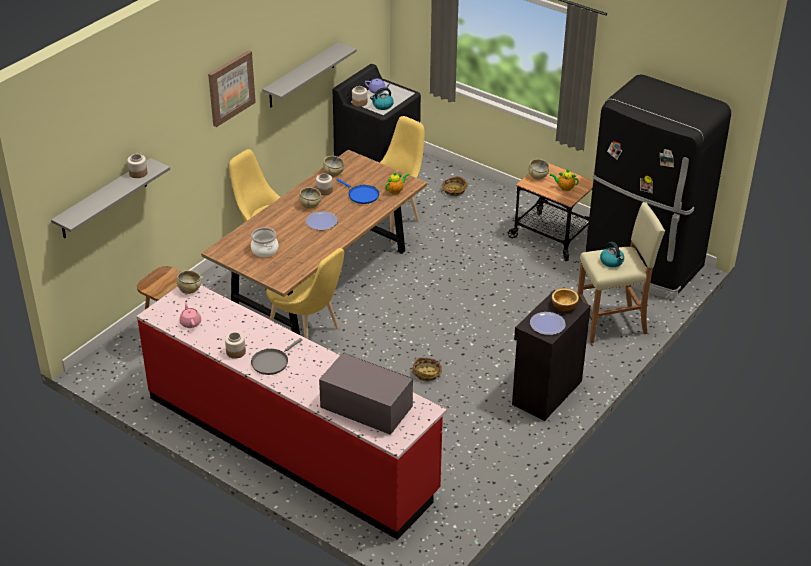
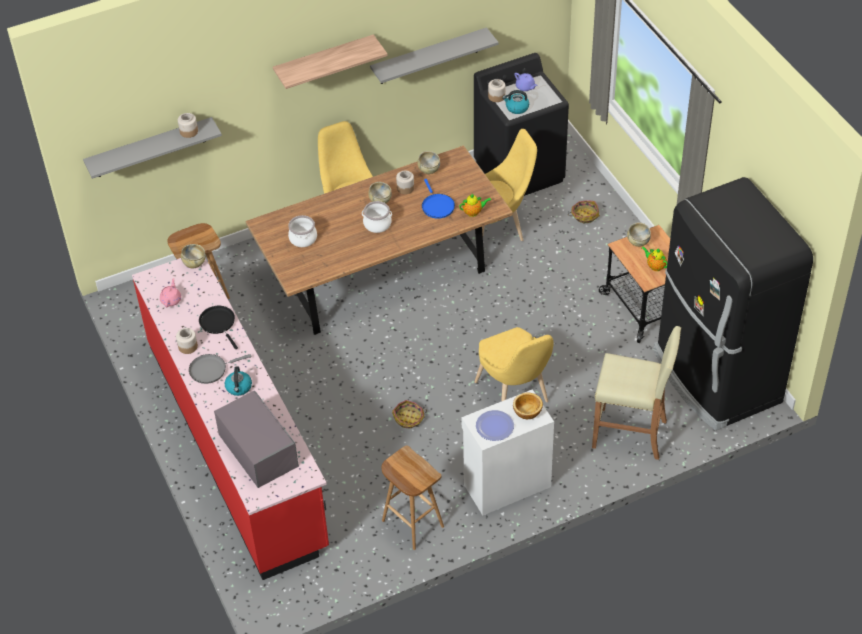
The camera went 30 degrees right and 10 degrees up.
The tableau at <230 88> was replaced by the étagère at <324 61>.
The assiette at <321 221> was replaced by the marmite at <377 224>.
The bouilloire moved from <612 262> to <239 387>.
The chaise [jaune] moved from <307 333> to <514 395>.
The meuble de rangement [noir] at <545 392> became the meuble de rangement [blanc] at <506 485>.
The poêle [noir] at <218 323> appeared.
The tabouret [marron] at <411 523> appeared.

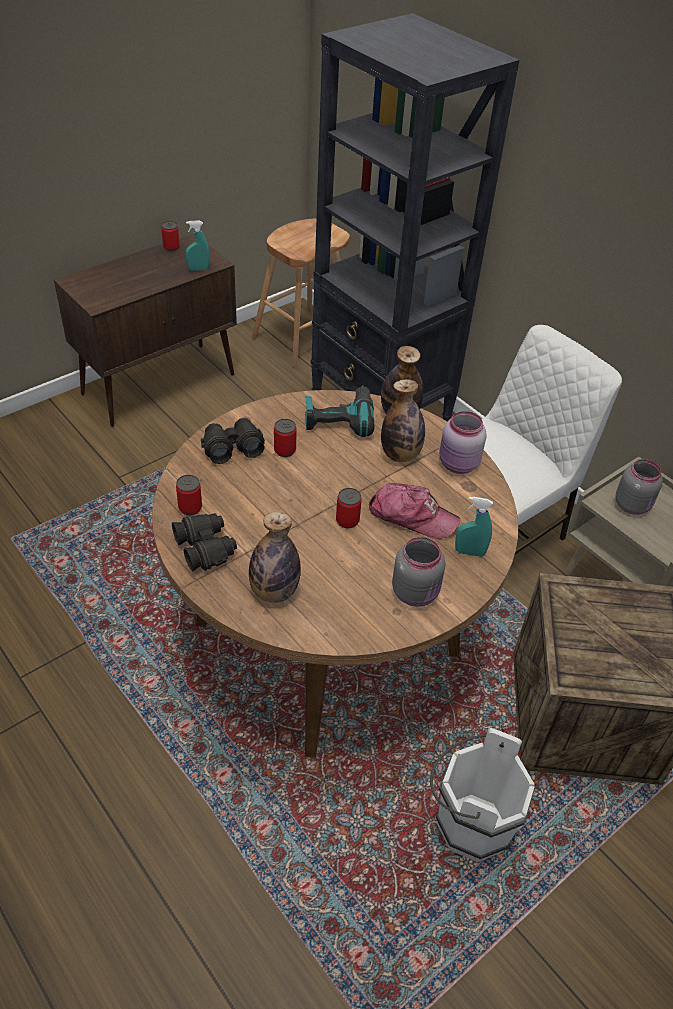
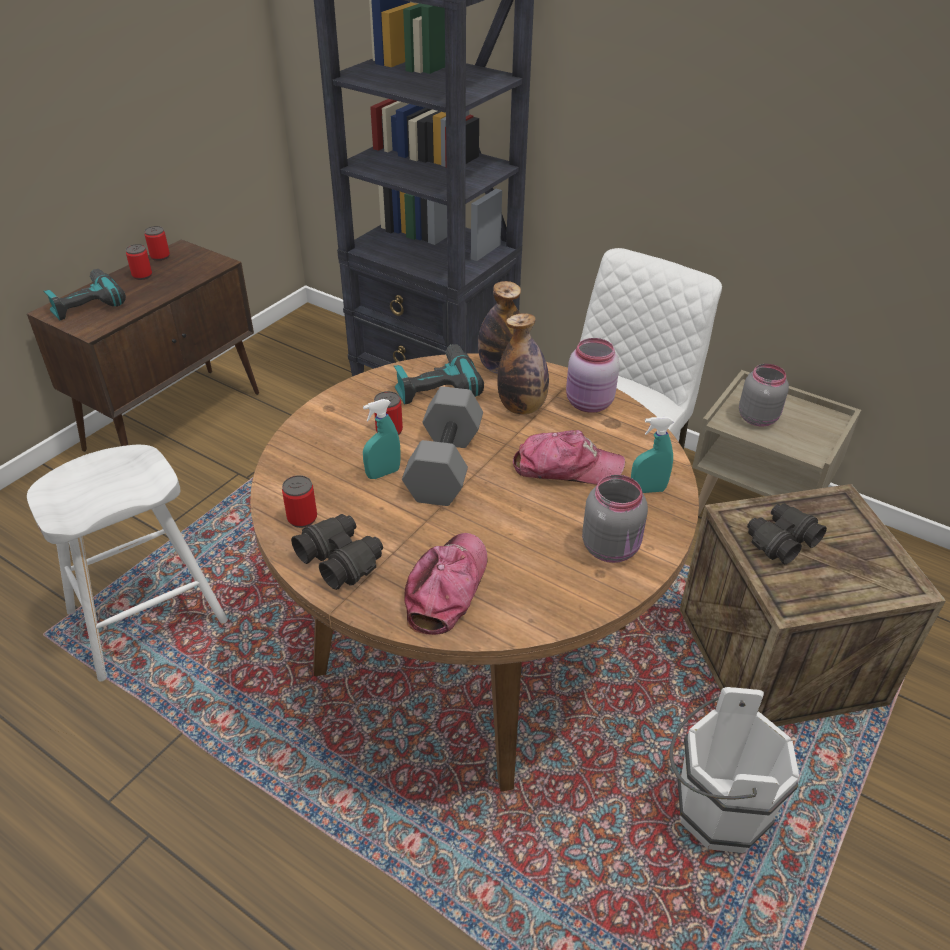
The camera went 15 degrees left and 5 degrees down.
The tabouret [marron] at <302 337> disappeared.
The vaporisateur [turquoise] moved from <198 269> to <383 473>.
The jumelles [noir] moved from <232 447> to <780 541>.
The boîte métallique moved from <347 520> to <142 275>.
The bouteille at <274 592> was replaced by the casquette at <447 588>.
The perceuse at <86 303> appeared.
The haltère [gris] at <443 464> appeared.
The tabouret [blanc] at <147 617> appeared.

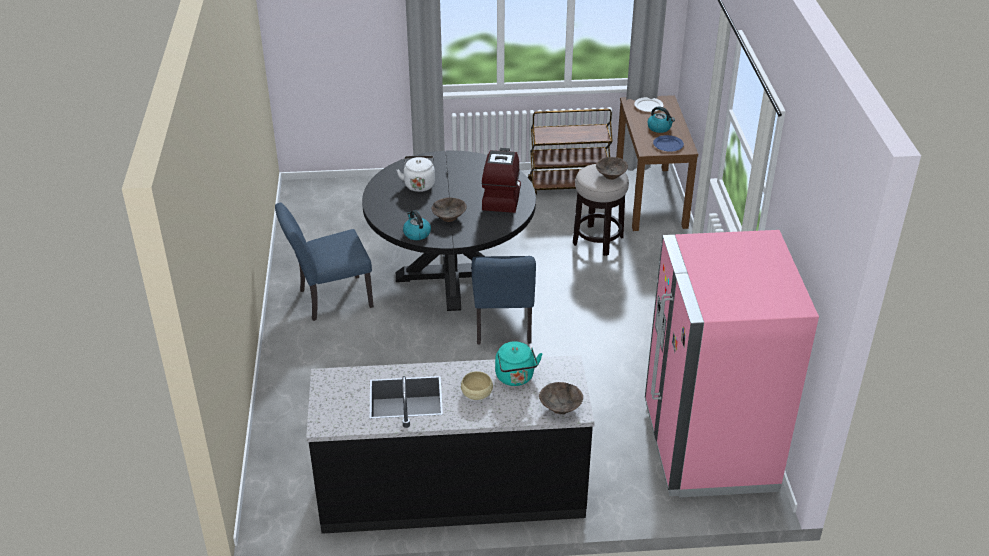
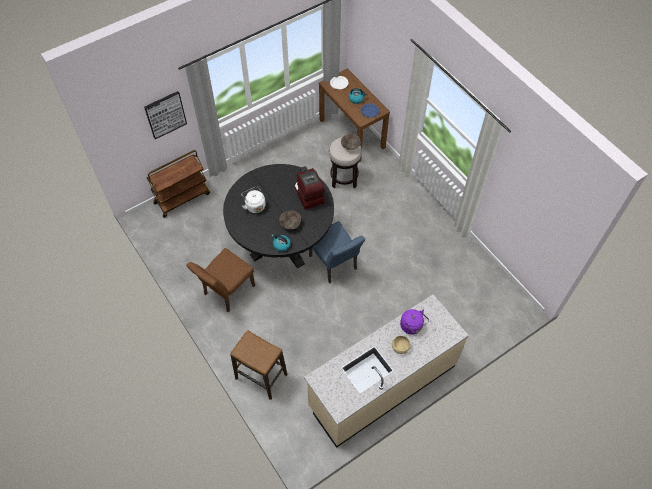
The camera went 30 degrees left and 20 degrees up.
The chariot [marron] moved from <568 187> to <182 198>.
The chaise [bleu] at <329 299> became the chaise [marron] at <226 292>.
The réfrigérateur [rose] at <708 447> disappeared.
The bouilloire [turquoise] at <515 378> became the bouilloire [violet] at <412 326>.
The comptoir de cuisine [noir] at <452 491> became the comptoir de cuisine [beige] at <382 385>.
The bol [marron] at <561 407> disappeared.
The tableau at <165 114> appeared.
The tabouret at <261 377> appeared.

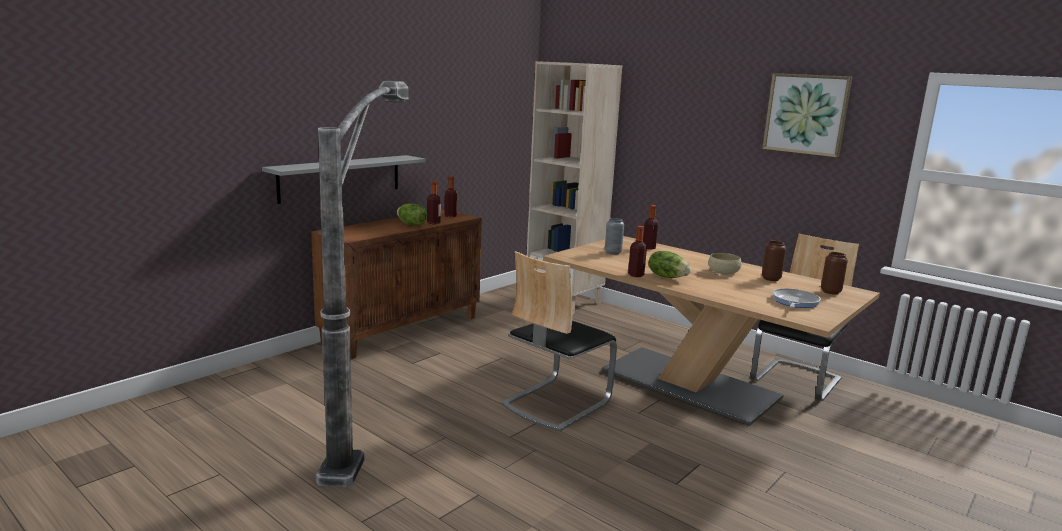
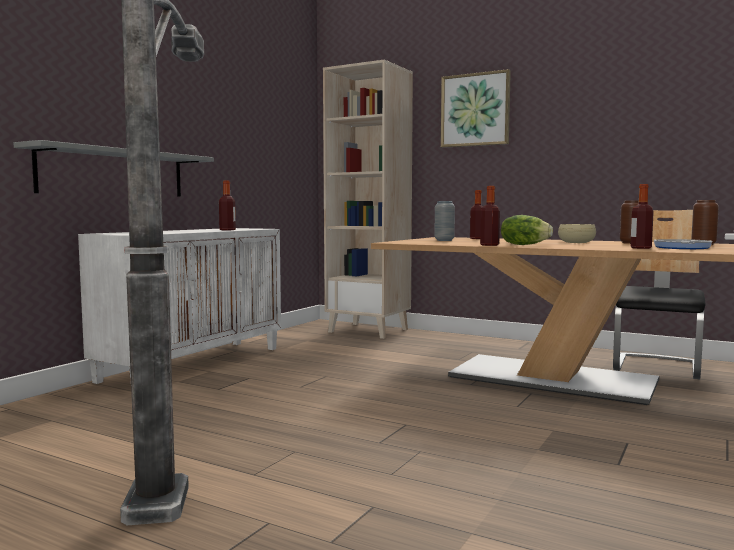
The camera went 10 degrees left and 10 degrees down.
The tableau moved from <806 114> to <475 110>.
The bouteille moved from <450 216> to <641 248>.
The laitue at <411 225> disappeared.
The meuble de rangement [marron] at <402 330> became the meuble de rangement [blanc] at <194 363>.
The chaise at <555 402> disappeared.

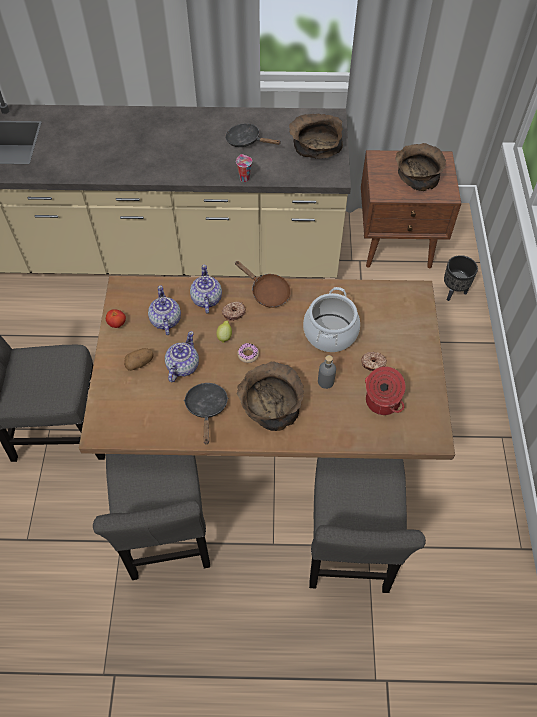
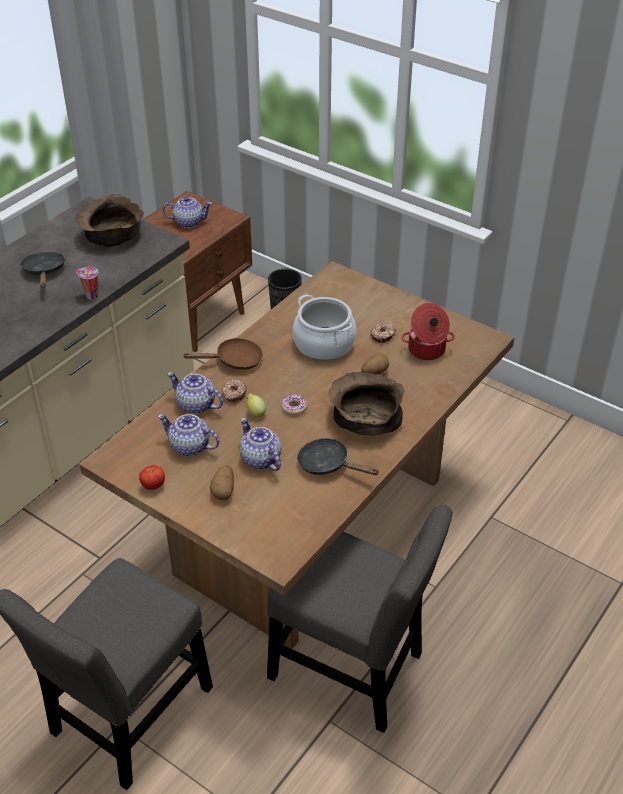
The camera went 55 degrees left and 15 degrees down.
The poêle [noir] at <246 141> turned 105 degrees clockwise.
The bol [marron] at <417 175> was replaced by the théière at <188 222>.
The bouteille [gris] at <325 381> was replaced by the pomme de terre at <374 372>.
The chaise [gris] at <349 547> disappeared.

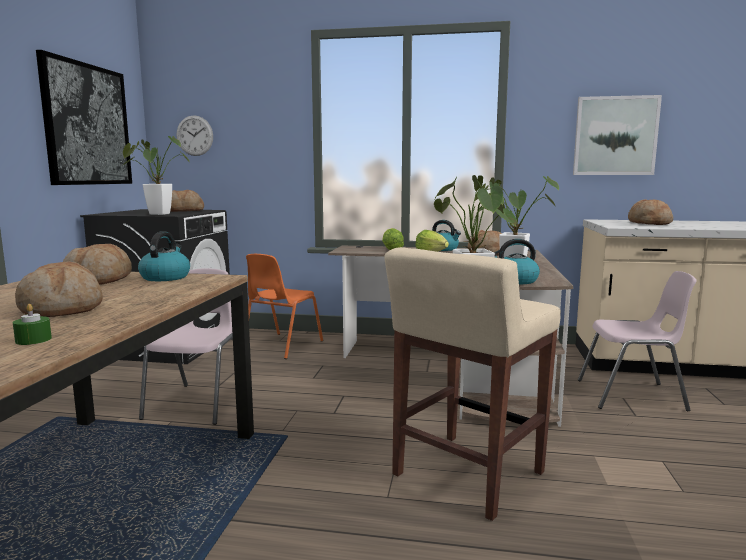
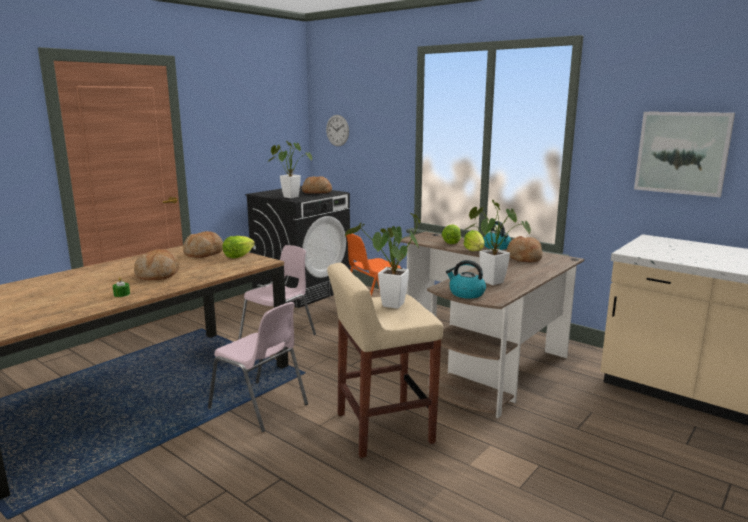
The camera went 30 degrees right and 5 degrees up.
The tableau at <87 125> disappeared.
The pain at <649 223> disappeared.
The bouilloire at <165 277> was replaced by the laitue at <238 256>.
The chaise [rose] moved from <632 395> to <259 407>.

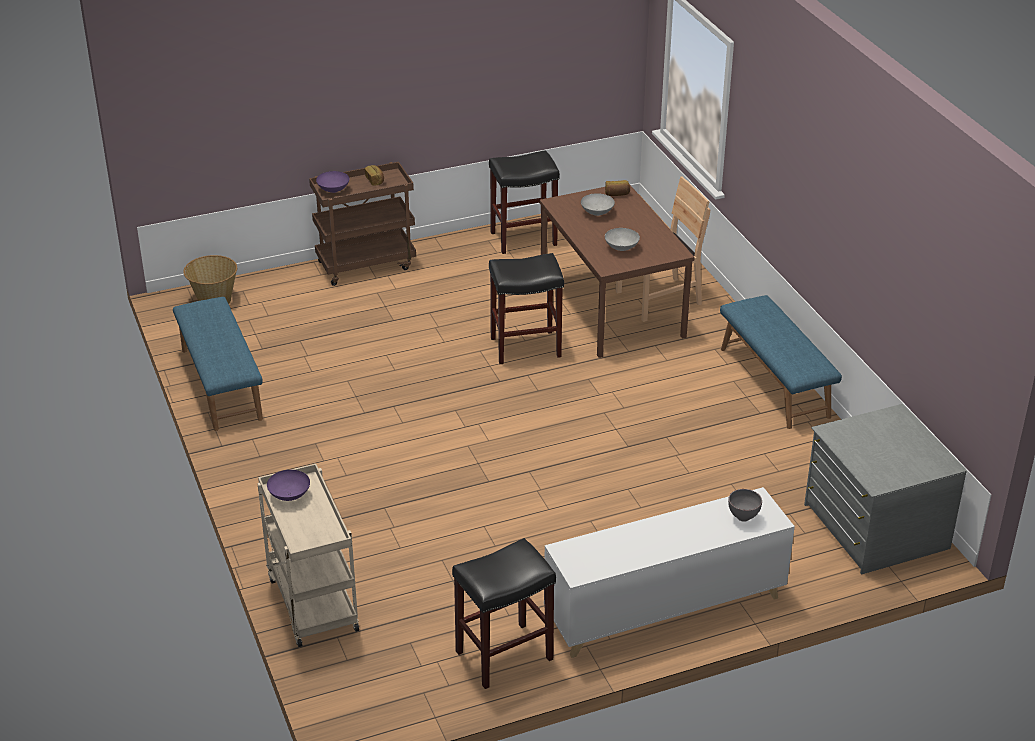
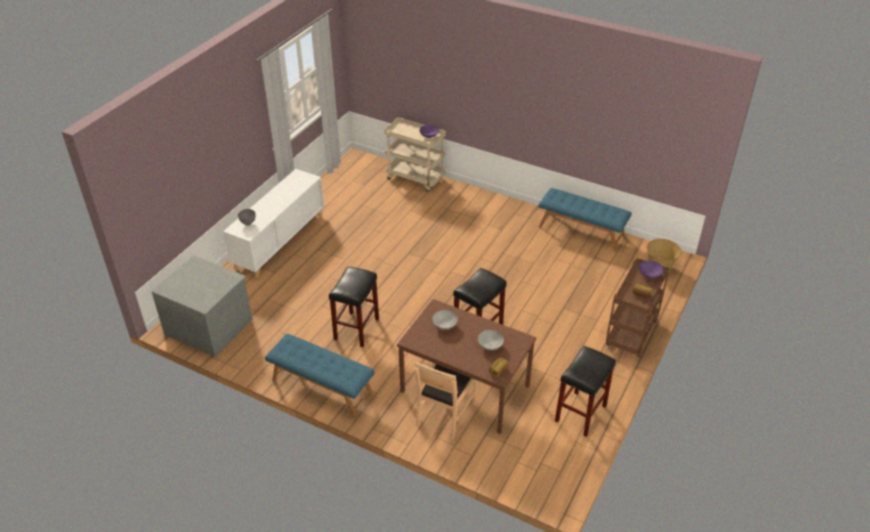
The camera went 140 degrees right and 5 degrees up.
The tabouret [noir] moved from <505 654> to <356 329>.

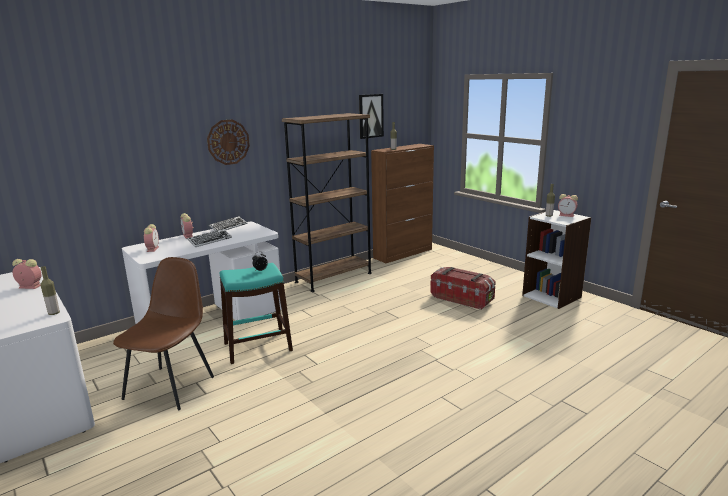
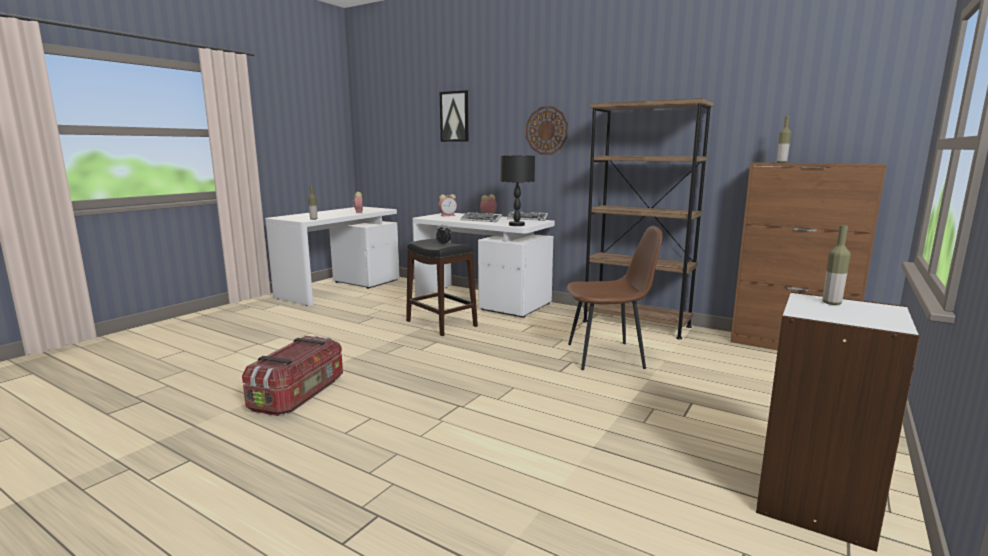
The camera went 70 degrees right and 5 degrees down.
The tableau moved from <370 116> to <454 116>.
The réveil at <567 215> disappeared.
The chaise [marron] moved from <171 386> to <607 356>.
The tabouret [turquoise] at <258 347> became the tabouret [noir] at <441 323>.
The boîte de rangement moved from <462 298> to <300 394>.
The lampe de table [noir] at <516 225> appeared.

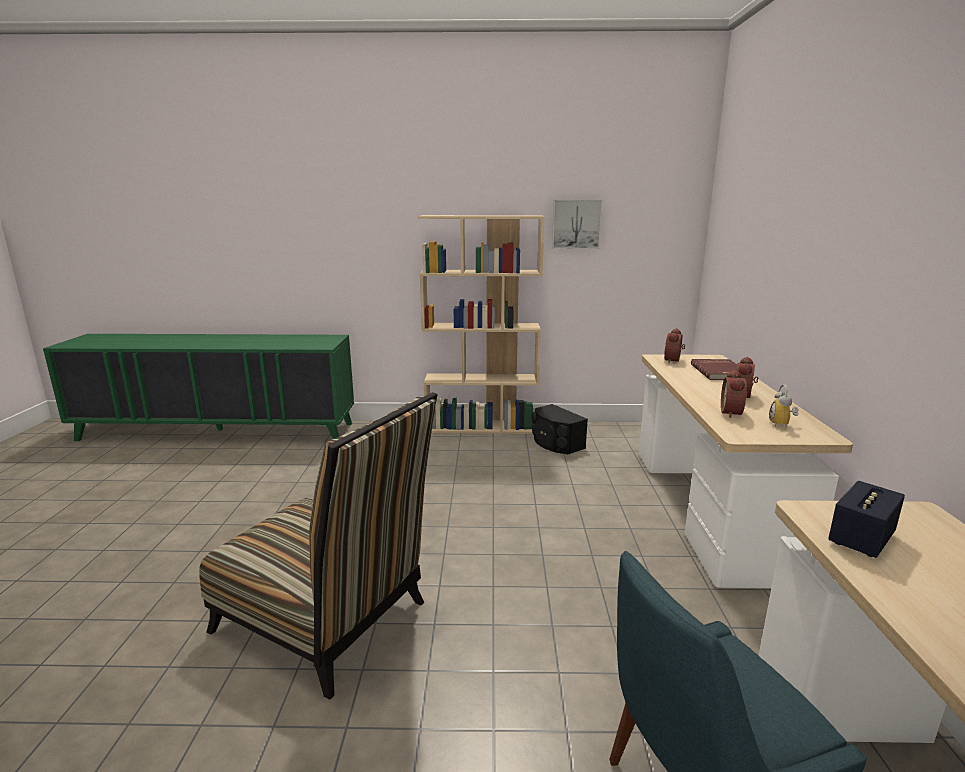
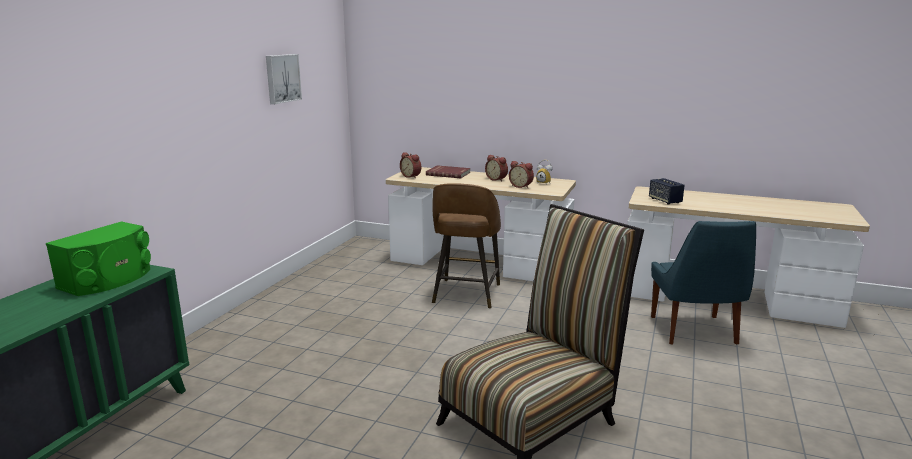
The camera went 70 degrees left and 0 degrees up.
The bibliothèque [beige] at <482 427> disappeared.
The enceinte [noir] at <556 443> disappeared.
The tabouret [marron] at <466 294> appeared.
The enceinte [vert] at <109 279> appeared.

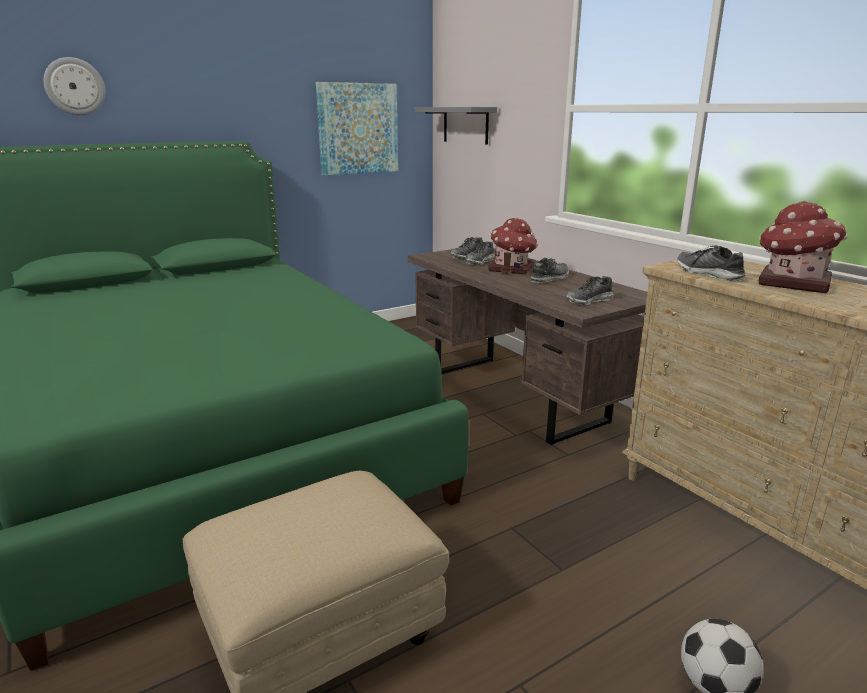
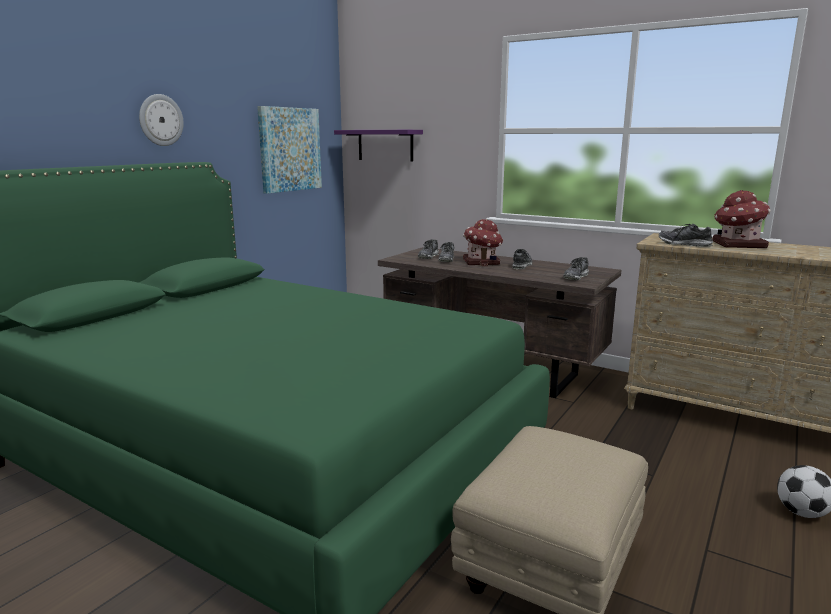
The camera went 25 degrees left and 5 degrees down.
The horloge murale moved from <75 86> to <160 120>.
The étagère [gris] at <465 125> became the étagère [violet] at <385 145>.

